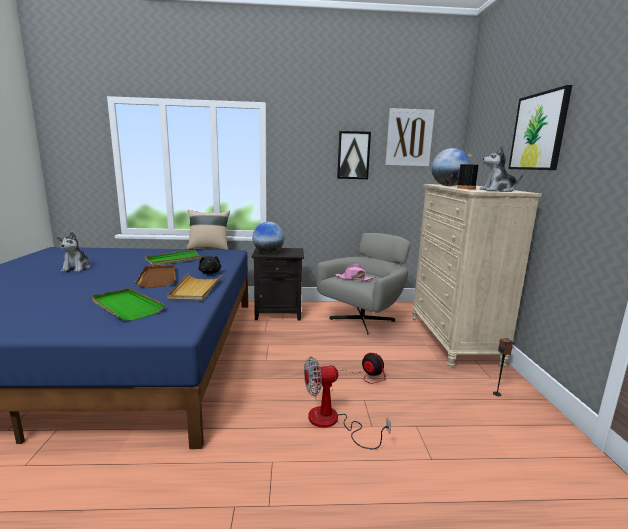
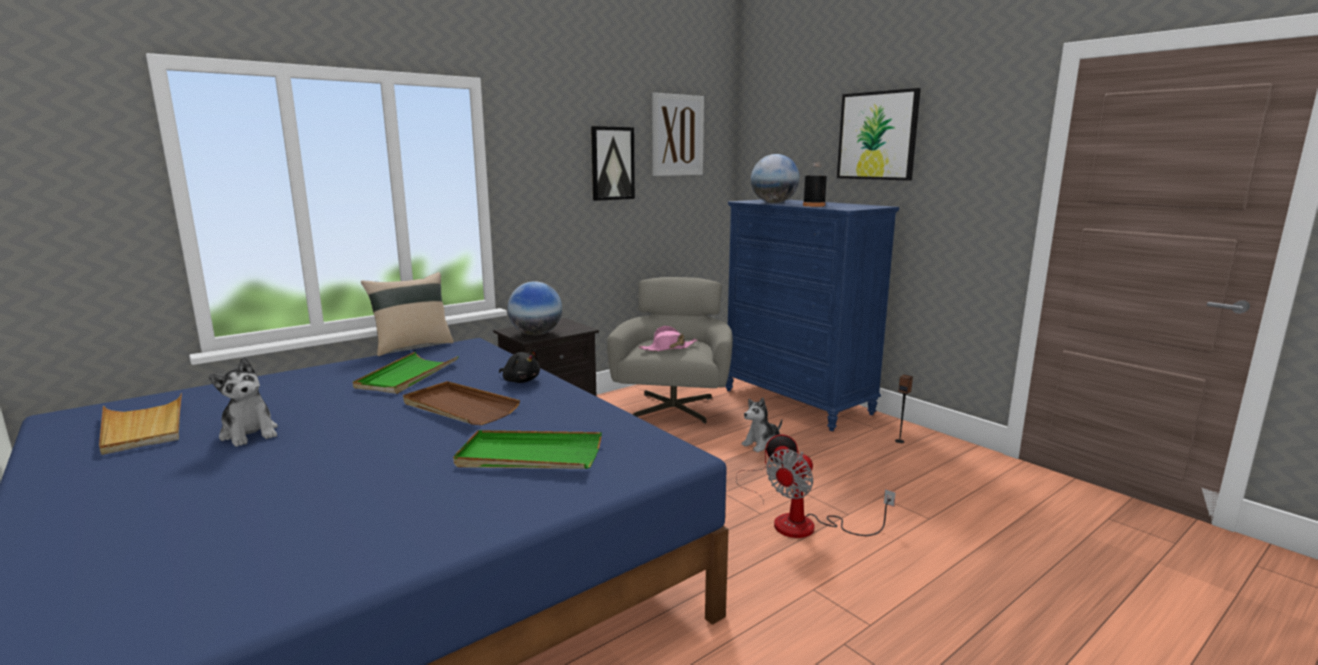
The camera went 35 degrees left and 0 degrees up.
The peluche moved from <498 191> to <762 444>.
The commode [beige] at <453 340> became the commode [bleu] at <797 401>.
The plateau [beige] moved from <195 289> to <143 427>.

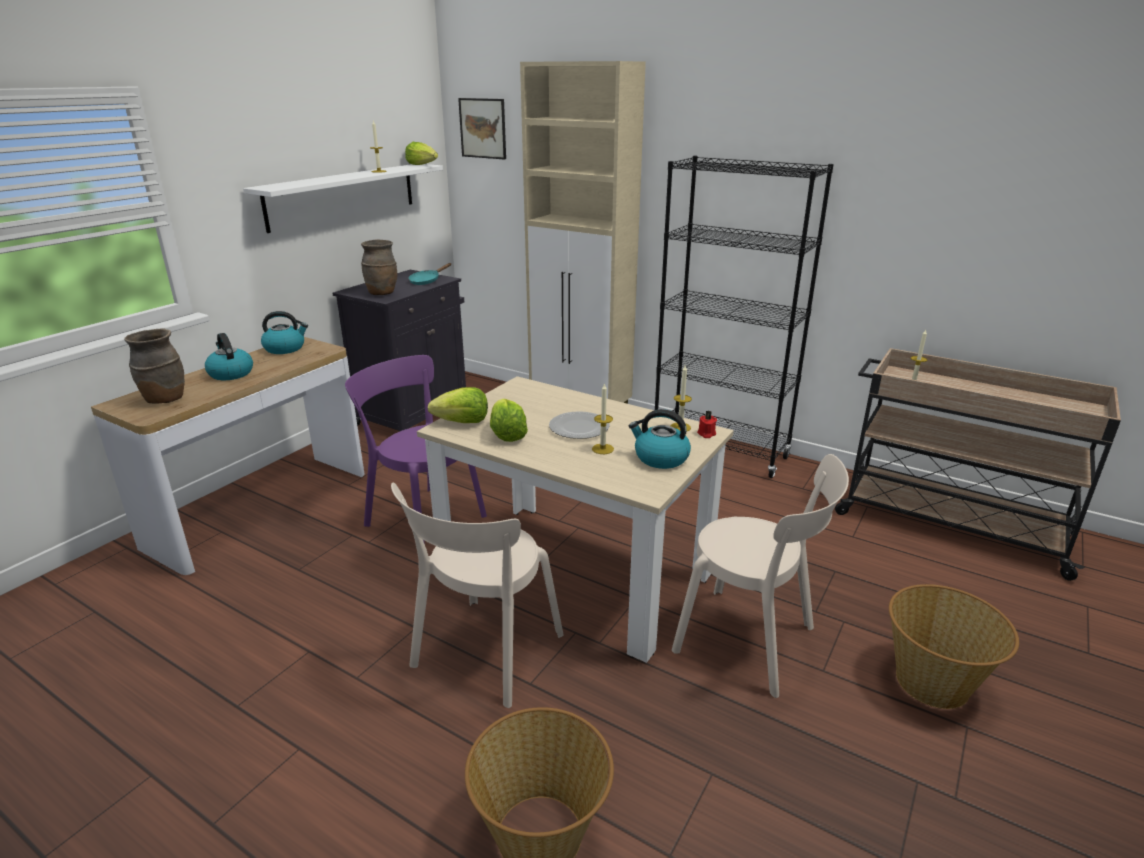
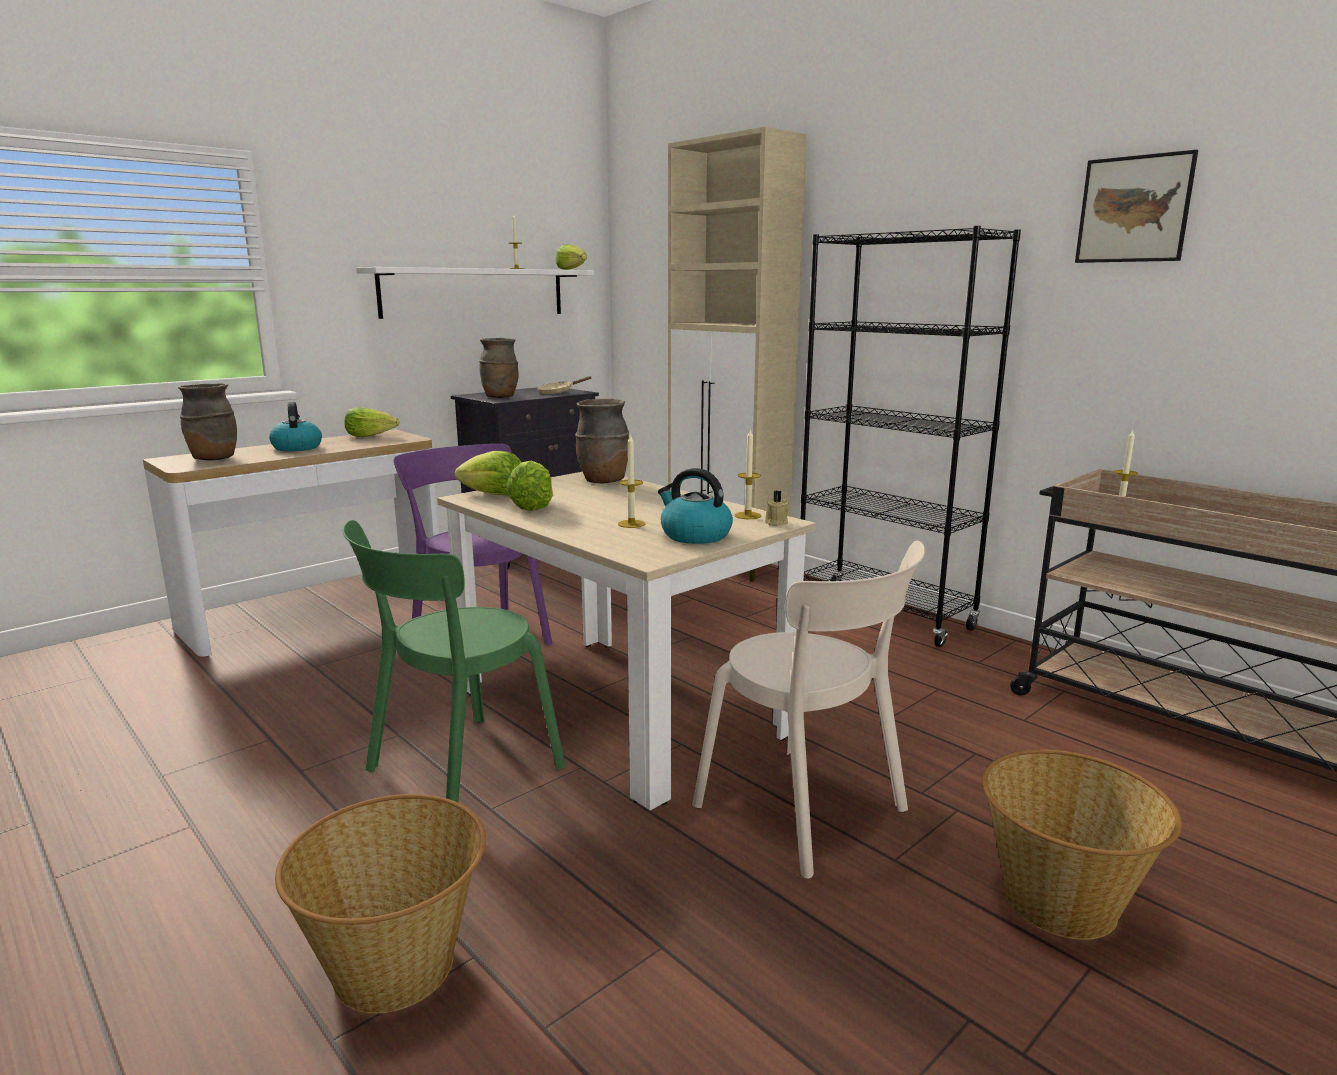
The camera went 15 degrees right and 10 degrees down.
The tableau moved from <483 128> to <1134 209>.
The poêle [turquoise] at <427 281> became the poêle [beige] at <558 392>.
The bouilloire at <285 348> was replaced by the laitue at <371 436>.
The assiette at <579 427> disappeared.
The bougie [rouge] at <706 434> became the bougie [beige] at <775 522>.
The chaise [beige] at <484 655> became the chaise [vert] at <457 772>.
The vase [marron] at <603 481> appeared.

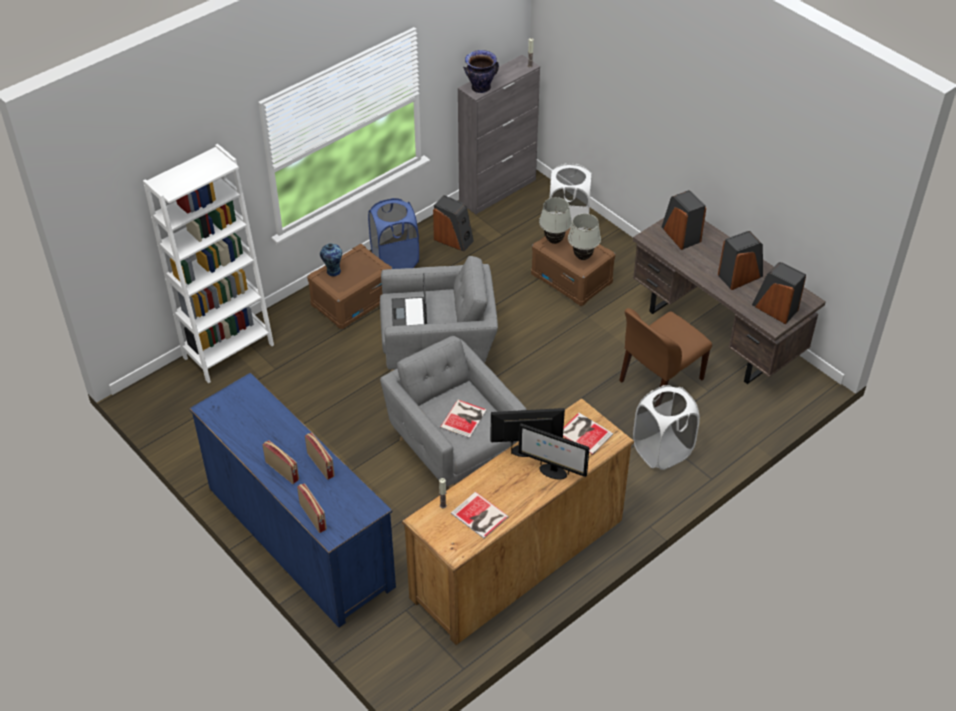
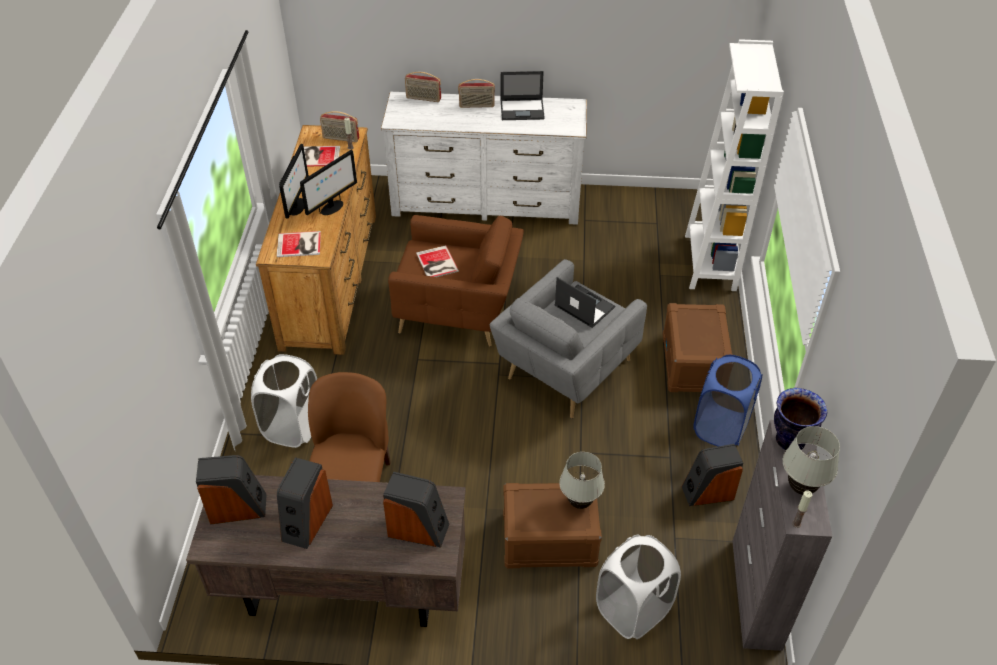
The camera went 135 degrees right and 0 degrees up.
The lampe de table [blanc] moved from <583 257> to <801 488>.
The vase at <332 271> disappeared.
The fauteuil [gris] at <454 449> became the fauteuil [marron] at <458 314>.
The commode [bleu] at <299 536> became the commode [blanc] at <486 201>.
The écran d'ordinateur at <552 471> turned 120 degrees clockwise.
The radio moved from <321 465> to <340 138>.
The ordinateur portable at <522 109> appeared.

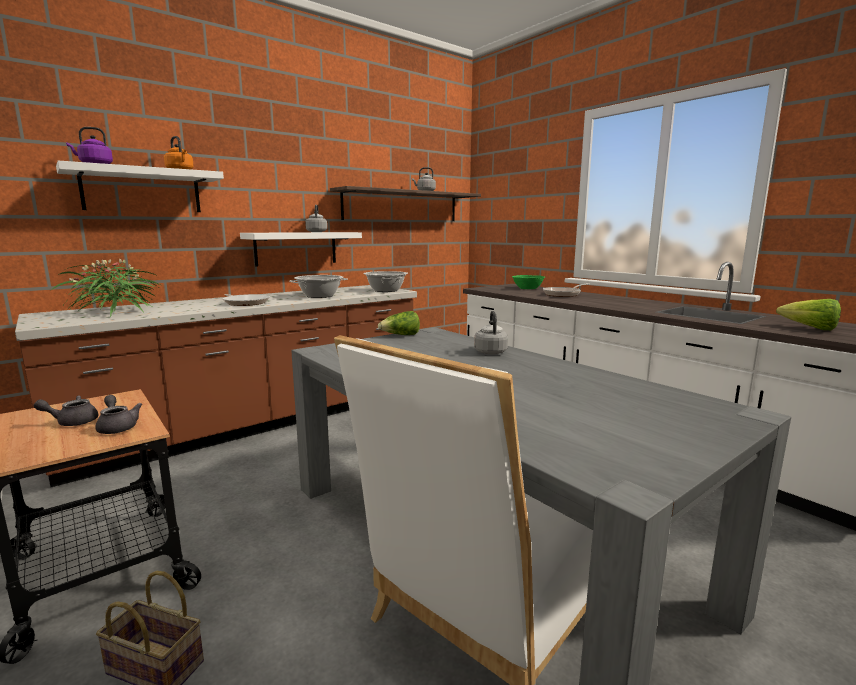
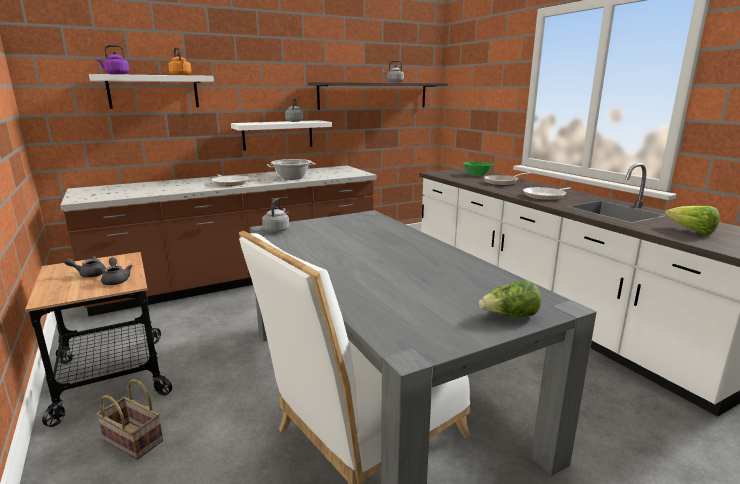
The camera went 10 degrees right and 5 degrees up.
The plante en pot at <115 311> disappeared.
The marmite at <386 290> disappeared.
The laitue moved from <400 335> to <509 316>.
The bouilloire [gris] moved from <490 352> to <277 230>.
The poêle at <545 196> appeared.

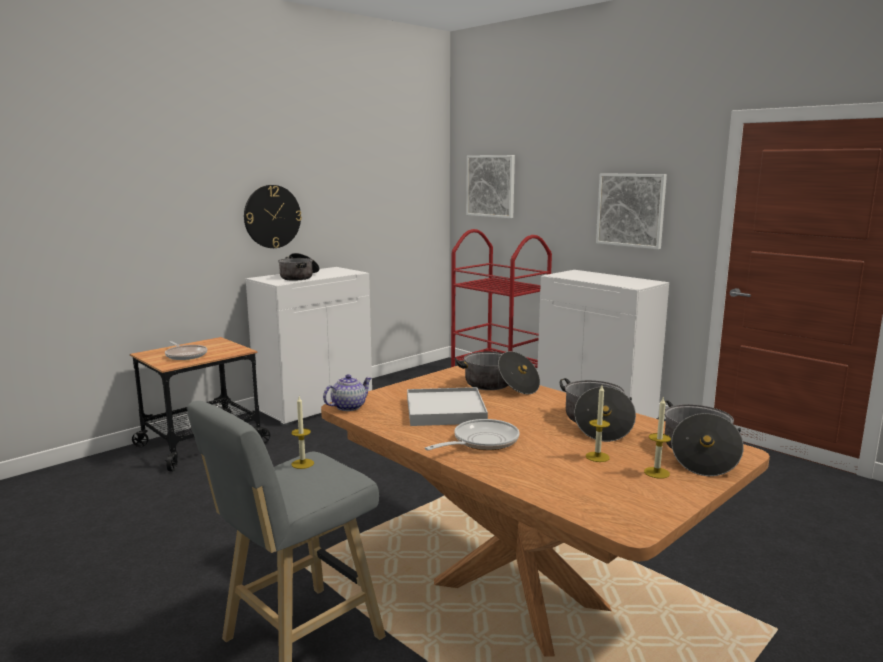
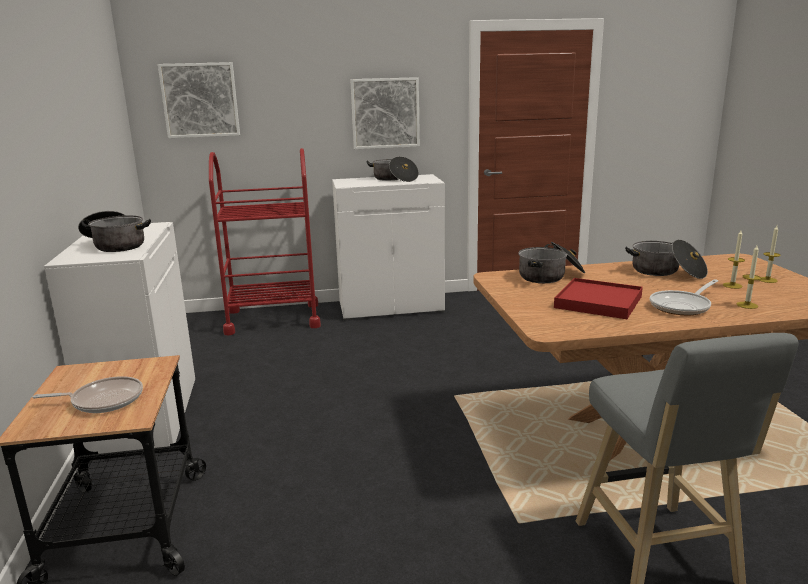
The camera went 55 degrees left and 5 degrees up.
The horloge murale at <272 216> disappeared.
The théière at <348 407> disappeared.
The plateau [blanc] at <445 411> became the plateau [rouge] at <598 302>.
The bougie moved from <302 464> to <747 305>.
The marmite moved from <698 454> to <394 179>.
The poêle at <481 442> turned 120 degrees counterclockwise.

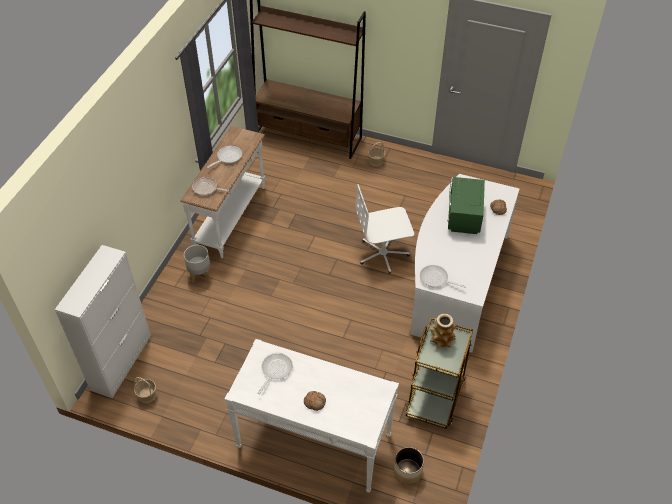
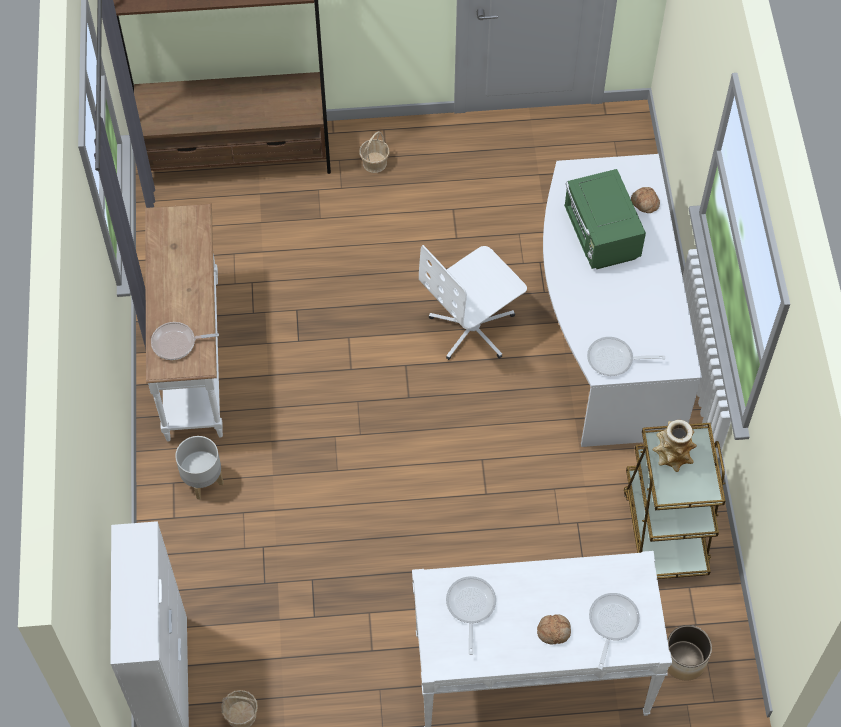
The camera went 25 degrees left and 10 degrees up.
The poêle moved from <227 157> to <611 623>.

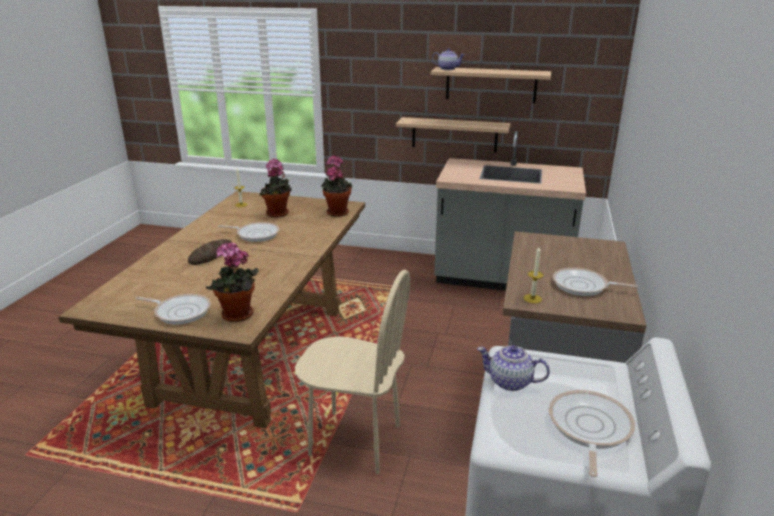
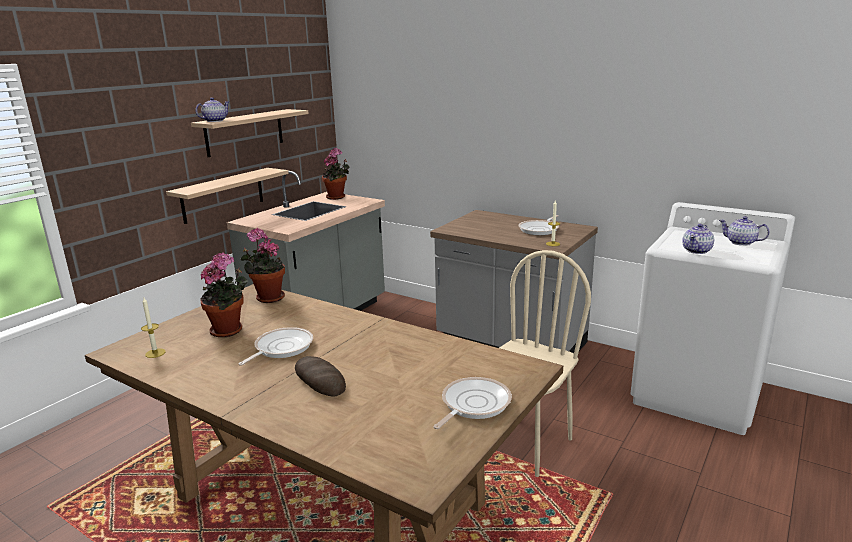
The camera went 70 degrees left and 5 degrees down.
The plante en pot moved from <237 316> to <337 197>.
The poêle at <588 428> was replaced by the théière at <741 242>.

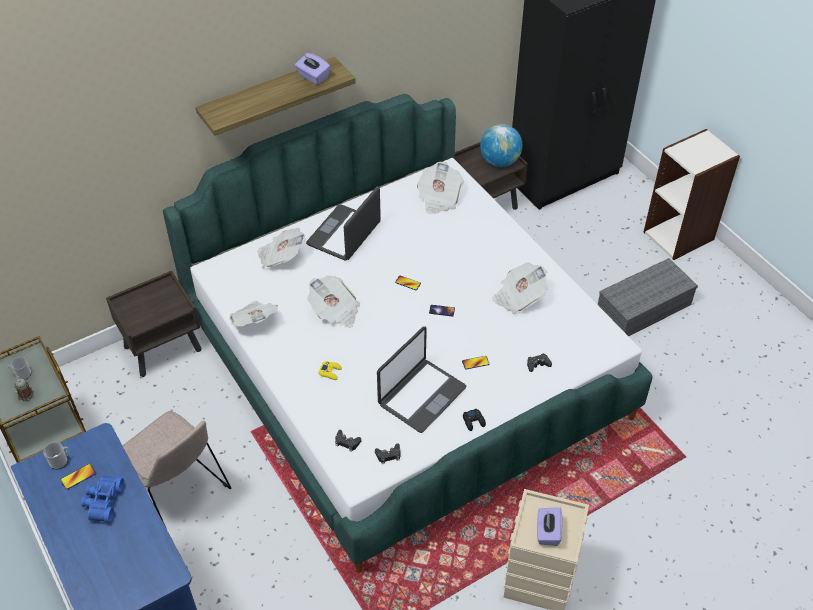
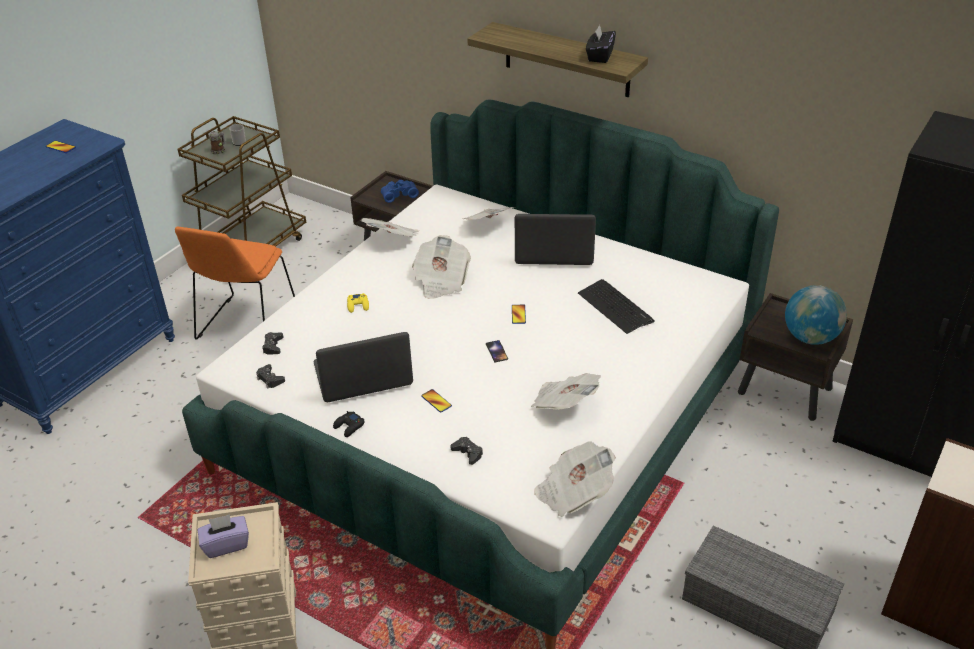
The camera went 65 degrees right and 10 degrees down.
The boîte à mouchoirs [violet] at <313 77> became the boîte à mouchoirs [noir] at <599 56>.
The journal moved from <439 198> to <573 492>.
The ordinateur portable at <421 396> turned 150 degrees clockwise.
The chaise [beige] at <179 496> became the chaise [orange] at <246 327>.
The mug at <60 461> disappeared.
The jumelles [bleu] moved from <102 502> to <399 194>.
The clavier at <615 307> appeared.

